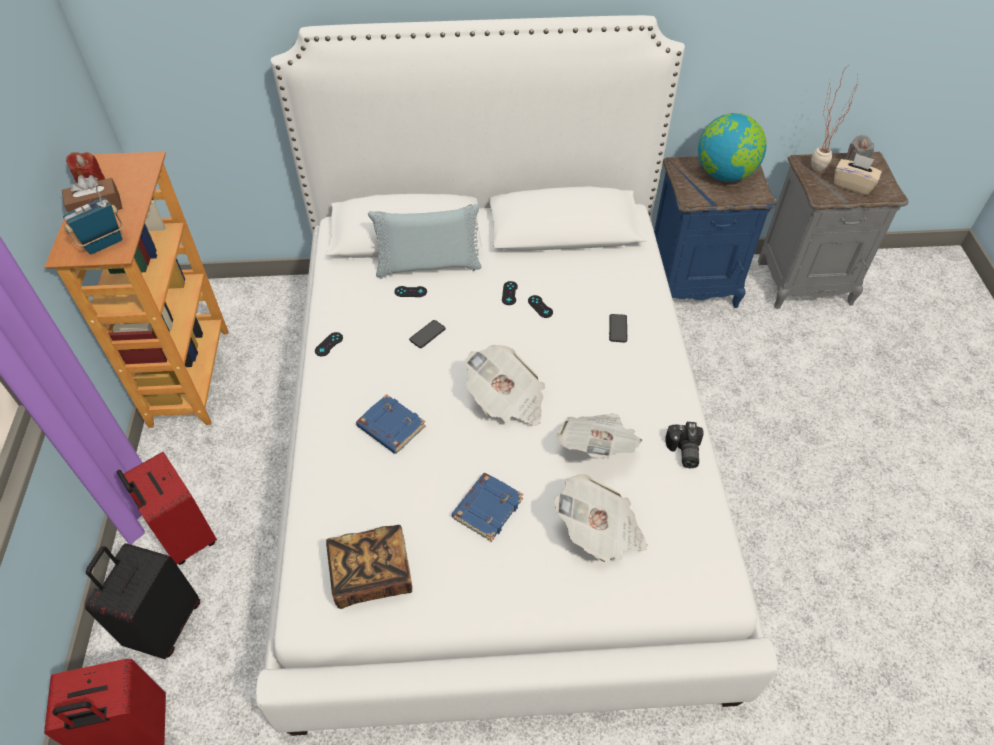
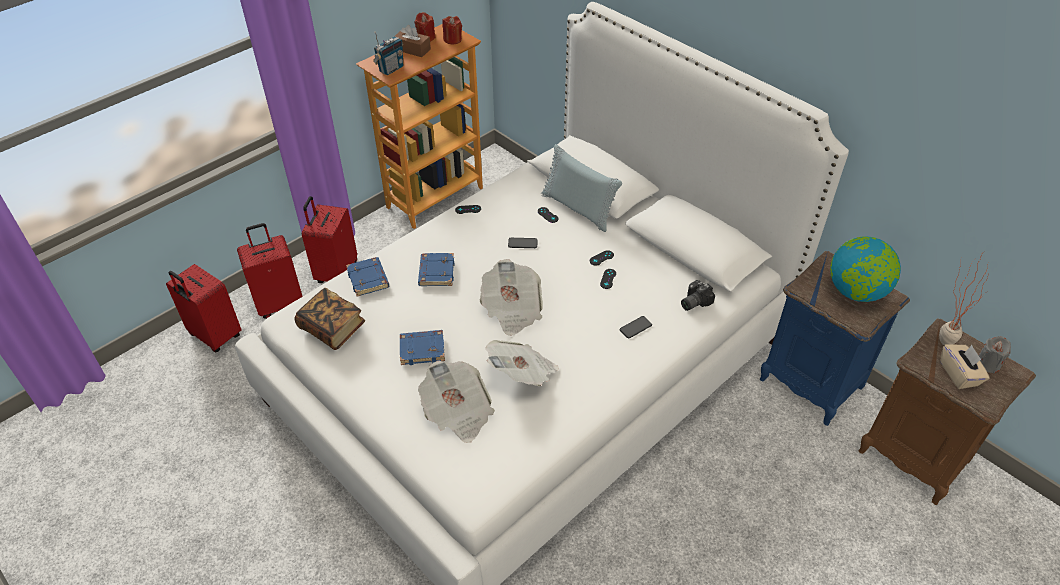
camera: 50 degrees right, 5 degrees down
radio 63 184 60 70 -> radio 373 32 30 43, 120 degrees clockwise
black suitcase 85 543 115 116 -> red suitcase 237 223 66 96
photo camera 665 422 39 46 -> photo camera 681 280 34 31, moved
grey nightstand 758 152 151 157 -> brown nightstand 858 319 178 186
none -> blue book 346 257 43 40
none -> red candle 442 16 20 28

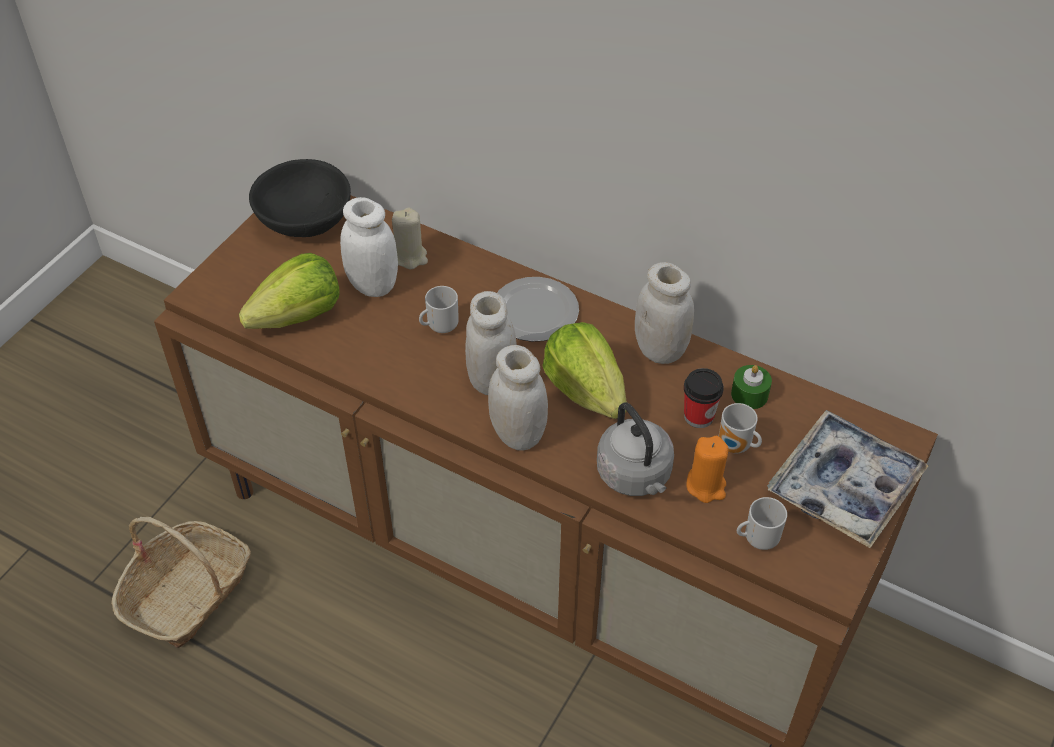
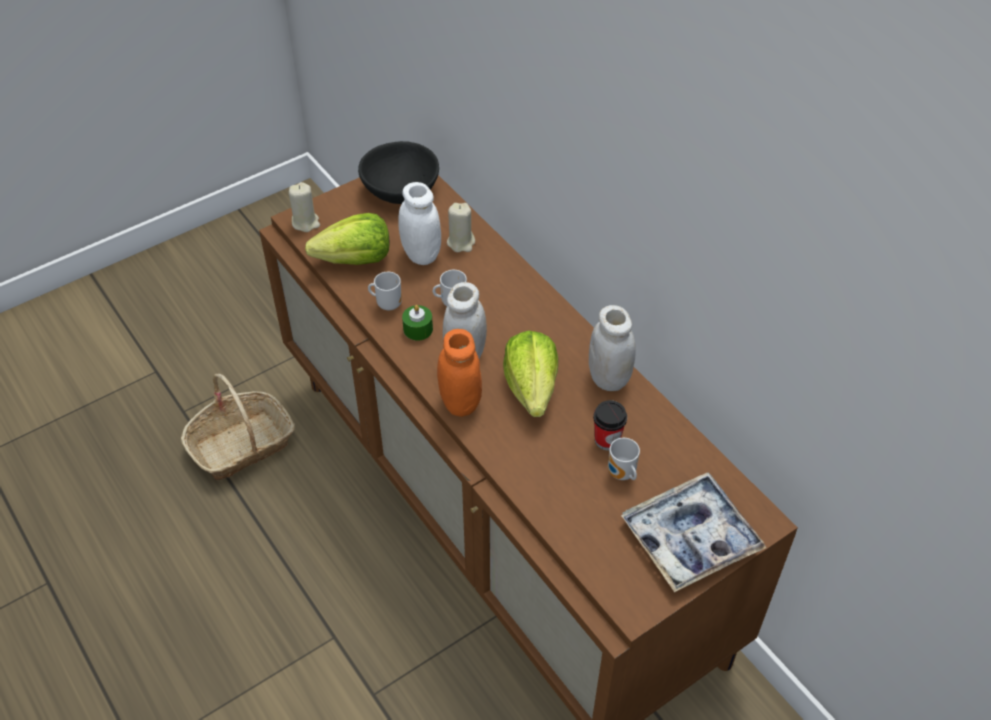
camera: 25 degrees right, 0 degrees up
white jar 488 345 60 106 -> orange jar 437 329 45 88
plate 497 277 82 65 -> none
grey kettle 597 402 77 94 -> none
orange candle 686 436 43 67 -> none
green candle 731 365 41 44 -> green candle 402 305 31 36, moved
mug 737 497 50 53 -> mug 368 272 34 38, moved
none -> beige candle 289 182 31 50

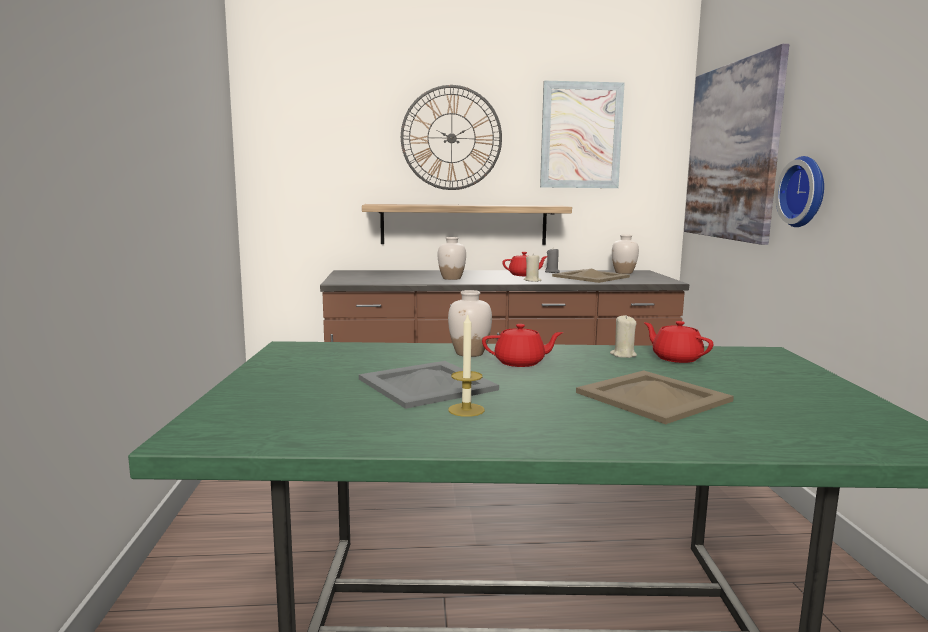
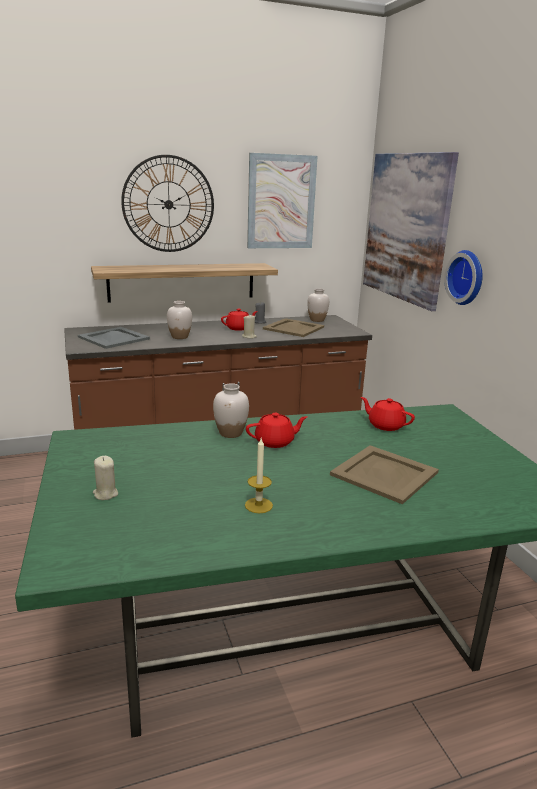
camera: 15 degrees left, 10 degrees up
grey tray 359 361 140 48 -> grey tray 78 327 72 22, moved
beige candle 610 315 27 43 -> beige candle 93 456 25 44, moved

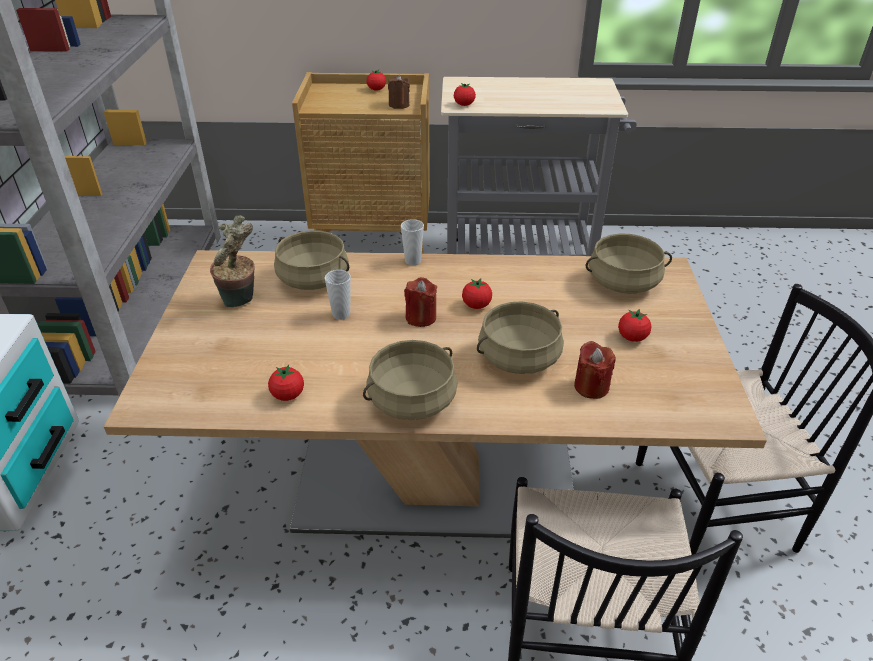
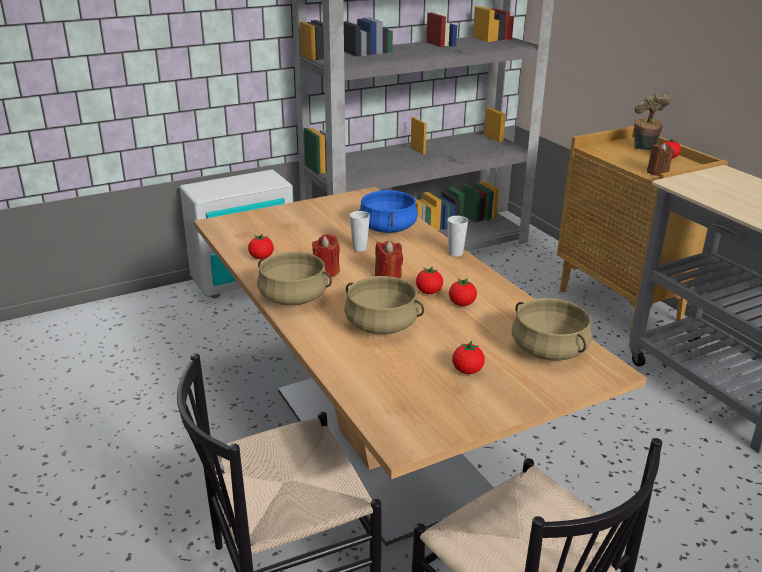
camera: 60 degrees right, 10 degrees down
potted plant 210 215 45 92 -> potted plant 634 93 38 57, moved
beige cooking pot 274 230 75 60 -> blue cooking pot 359 190 59 43
tomato 454 83 22 23 -> tomato 449 278 28 28, moved
red candle 574 341 42 58 -> red candle 312 234 28 43, moved

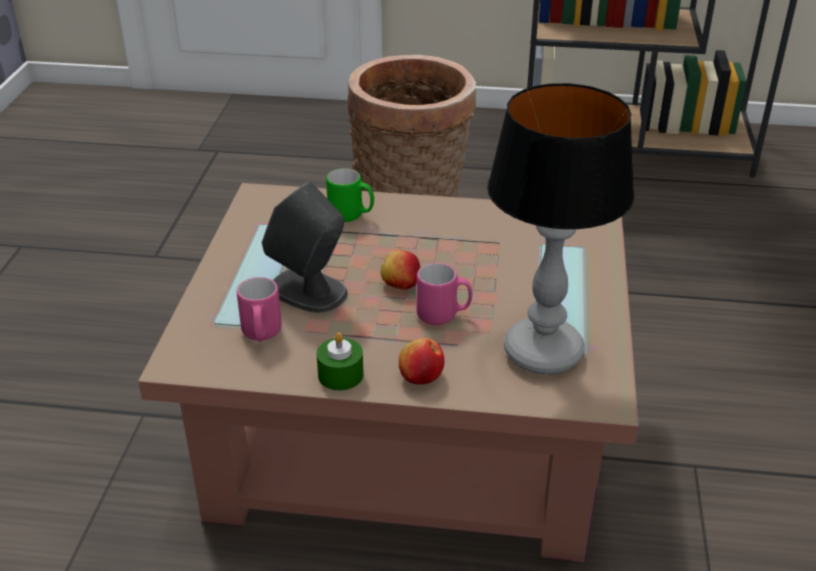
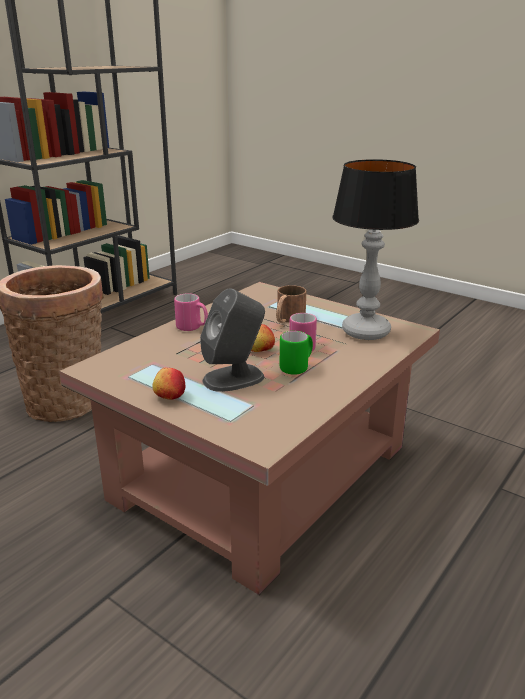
camera: 60 degrees left, 10 degrees down
pink mug 237 277 45 64 -> pink mug 174 293 34 38, moved
green candle 316 332 47 59 -> none
green mug 326 168 48 54 -> green mug 280 331 33 44, moved
apple 399 338 45 47 -> apple 152 368 33 32, moved
none -> brown mug 276 285 30 38

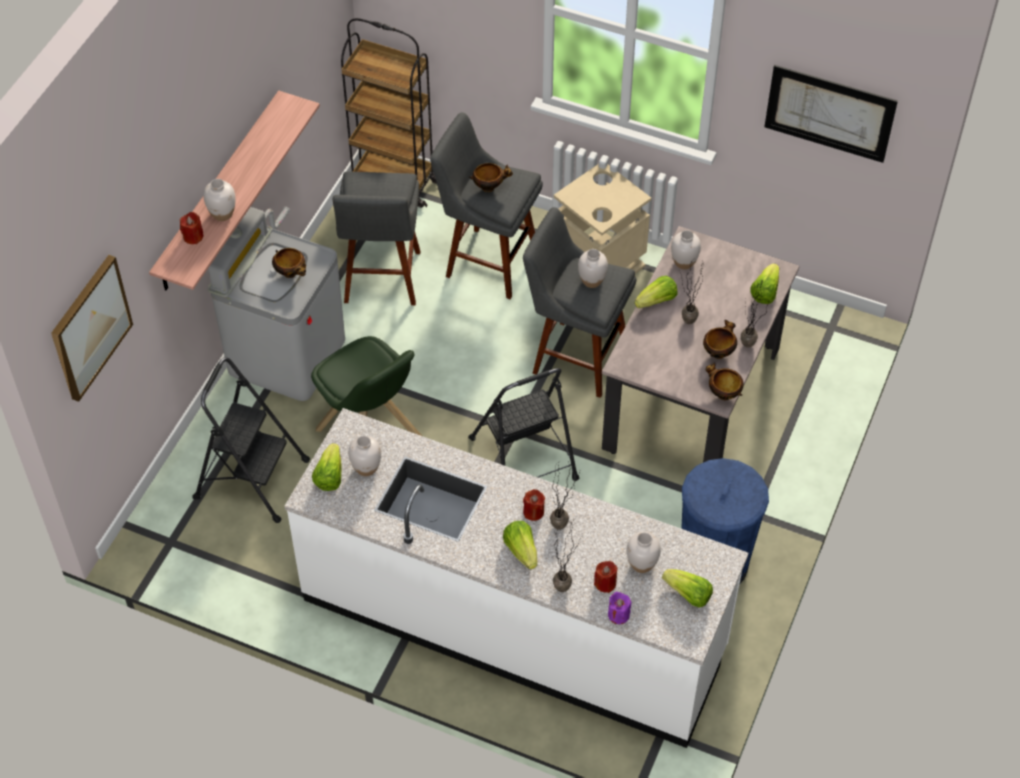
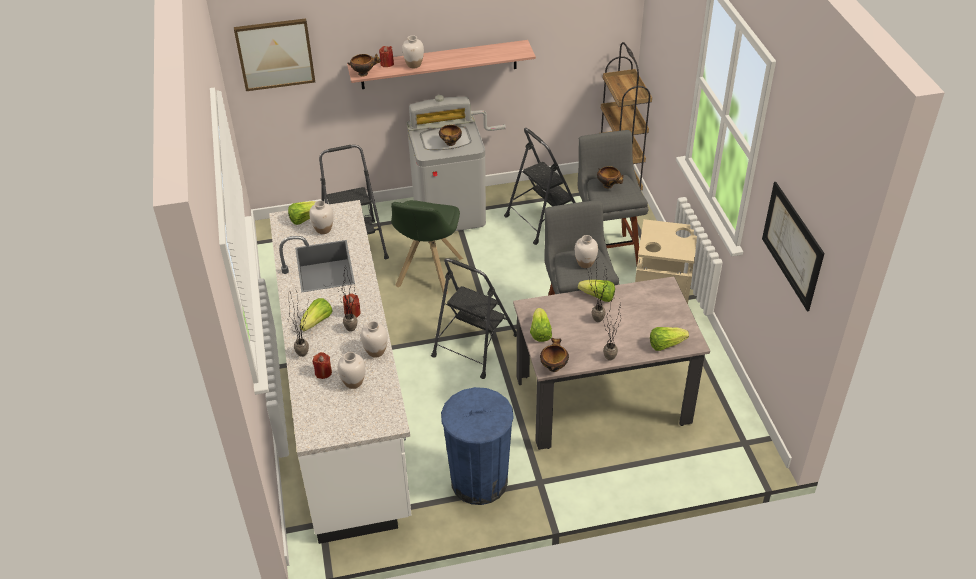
camera: 55 degrees right, 10 degrees down
grey stool 333 172 87 133 -> black step ladder 504 128 72 117
purple candle 608 592 23 32 -> none
lettuce 662 569 51 38 -> lettuce 530 308 22 34, moved
white vase 671 230 30 39 -> white vase 361 321 27 37, moved
bowl 703 320 34 39 -> bowl 348 53 33 24, moved

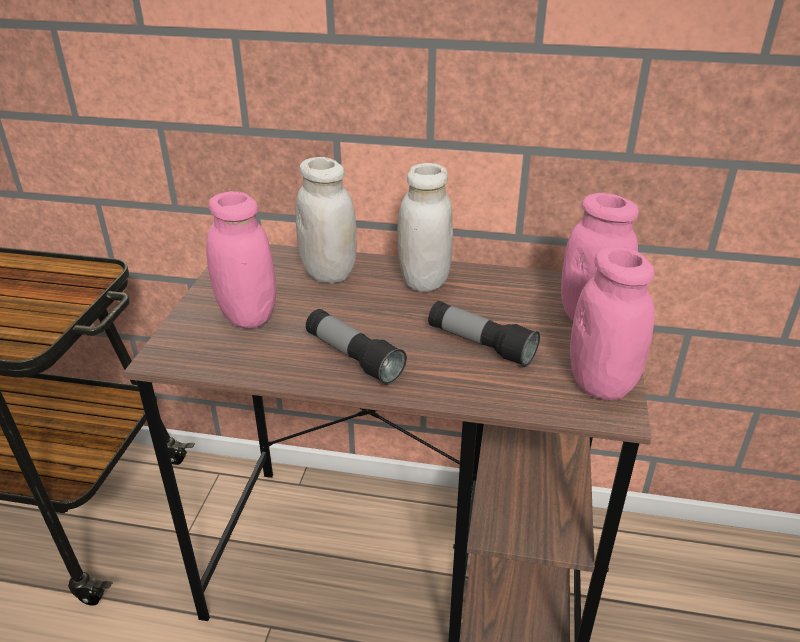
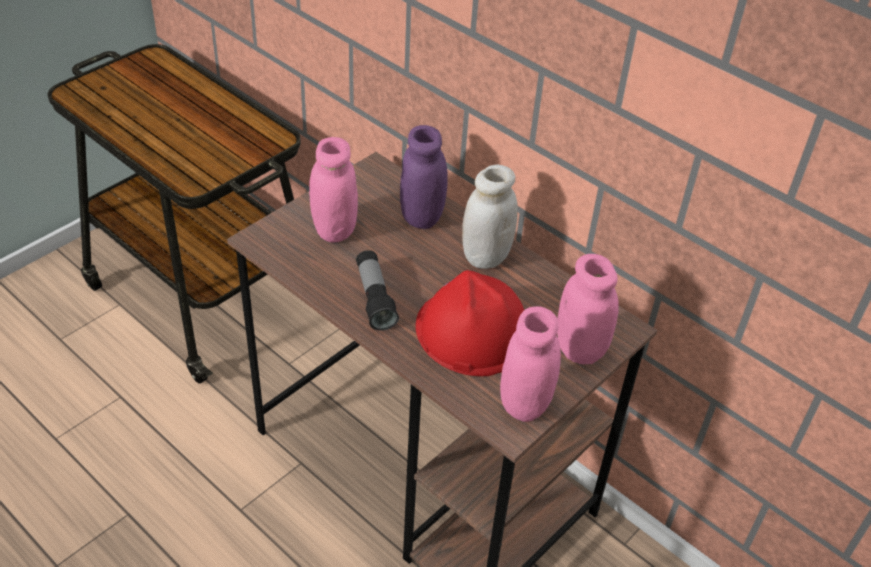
camera: 30 degrees right, 10 degrees up
white jar 295 157 62 126 -> purple jar 400 125 48 104
flashlight 428 301 112 66 -> red hard hat 416 270 108 106

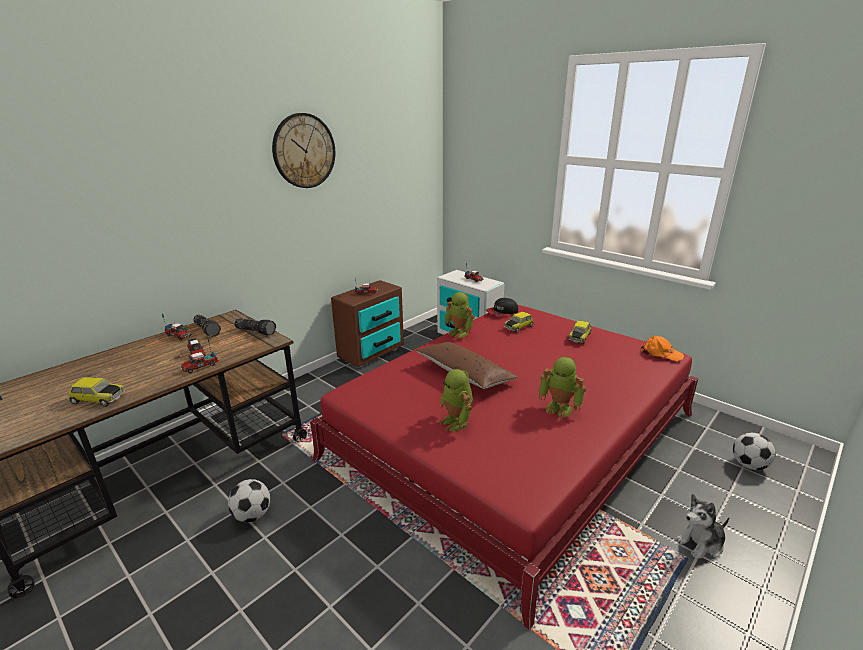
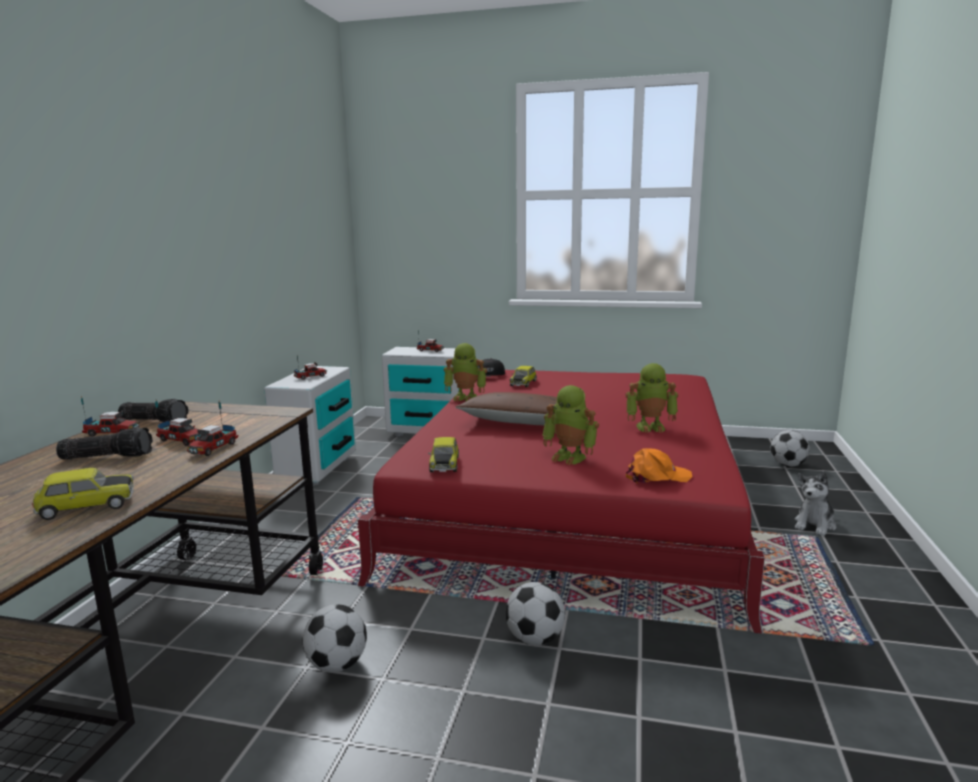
camera: 30 degrees left, 10 degrees down
flashlight 234 318 42 17 -> flashlight 56 427 97 33, moved
wall clock 272 113 63 75 -> none
brown nightstand 331 280 73 88 -> white nightstand 264 366 92 120
toy car 568 321 23 23 -> toy car 428 437 31 35, moved
orange cap 640 336 44 25 -> orange cap 626 448 67 36, moved
none -> football 506 582 59 64

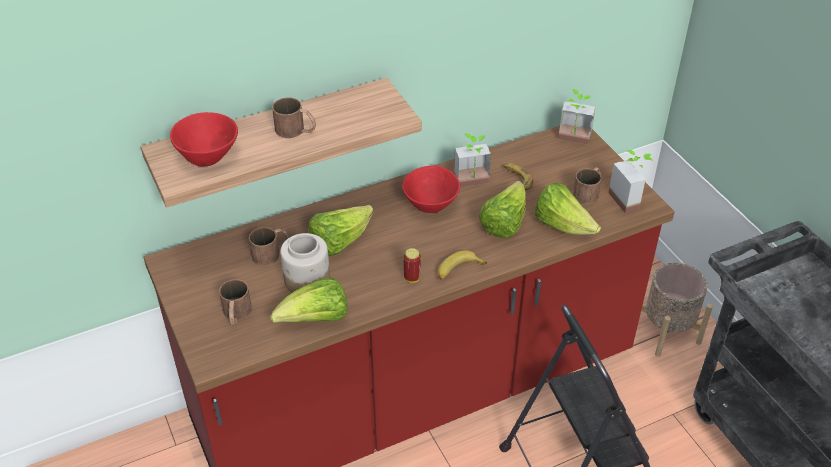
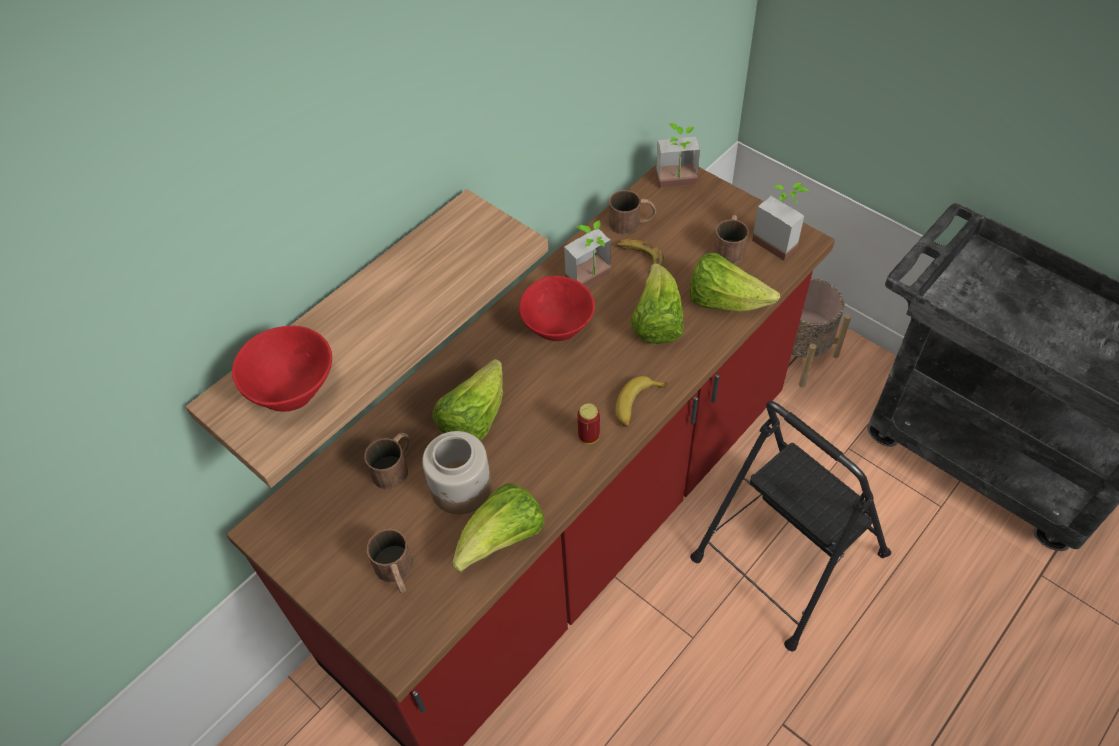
camera: 20 degrees left, 10 degrees up
brown mug 272 97 44 41 -> brown mug 609 190 47 45, moved

